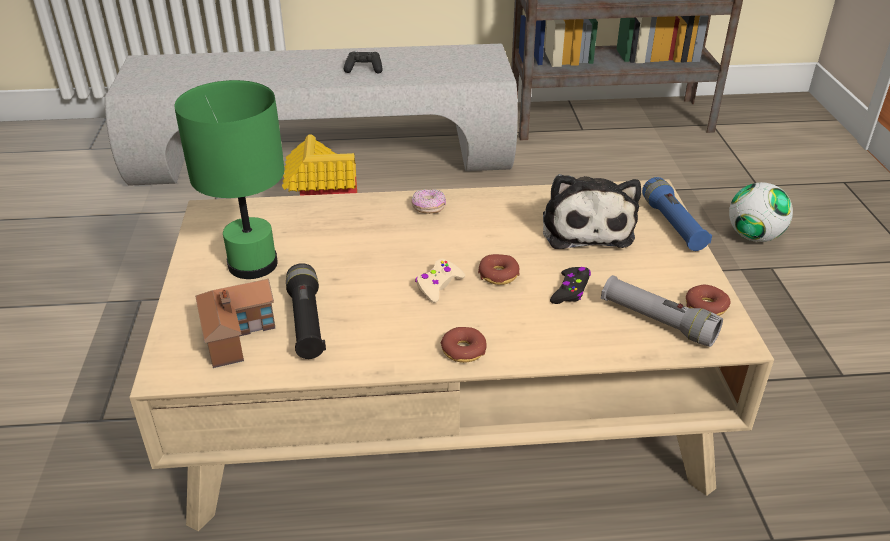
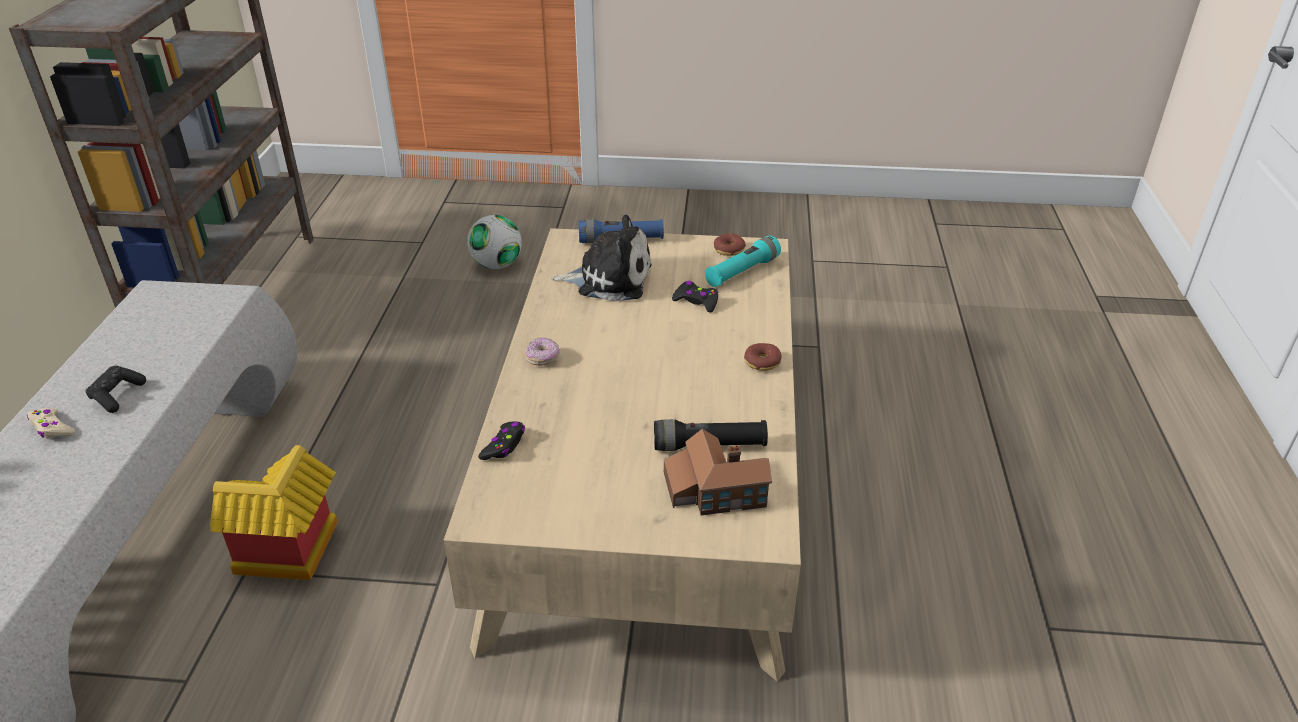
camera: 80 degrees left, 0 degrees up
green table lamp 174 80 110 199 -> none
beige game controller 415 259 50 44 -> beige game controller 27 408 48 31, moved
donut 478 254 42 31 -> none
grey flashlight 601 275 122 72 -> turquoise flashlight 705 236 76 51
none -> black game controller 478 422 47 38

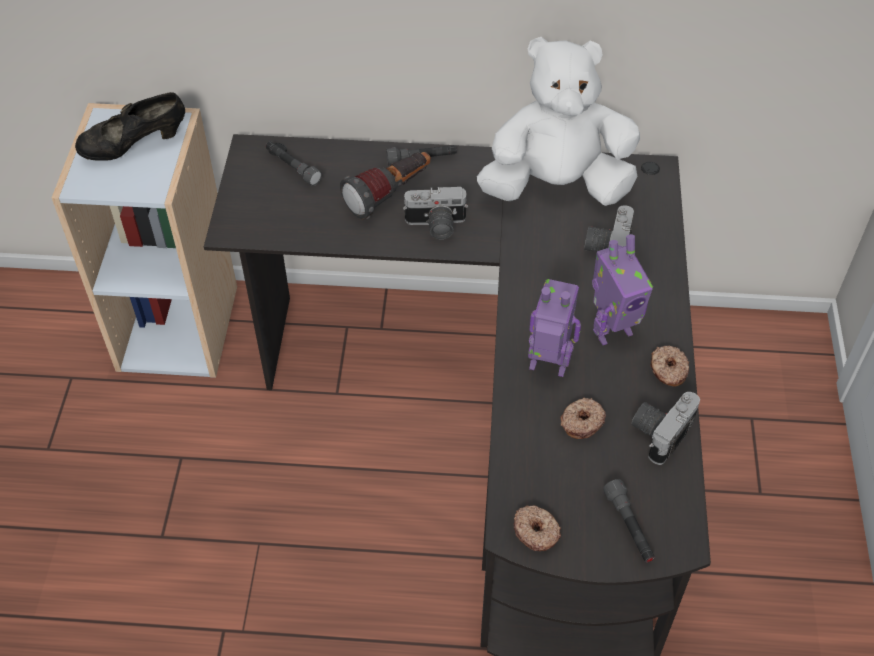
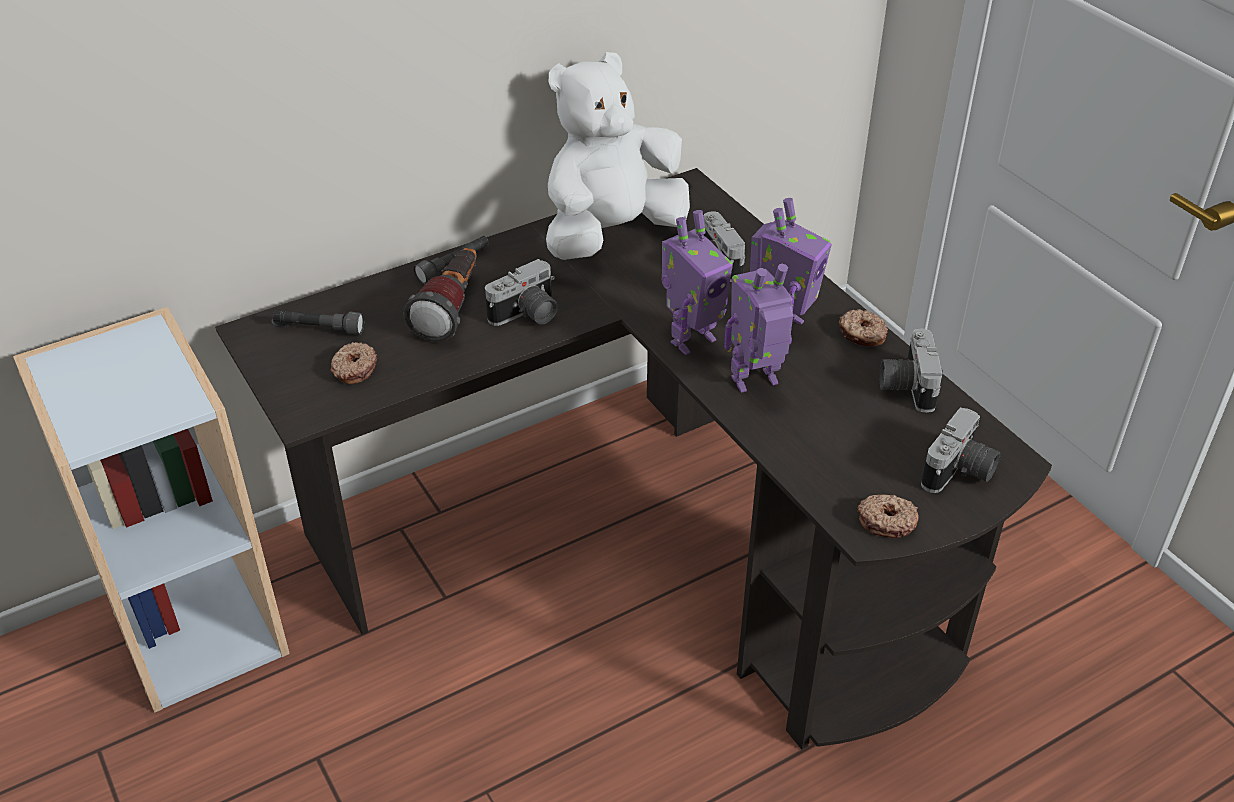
camera: 35 degrees left, 10 degrees down
black shoe 75 92 110 69 -> none
donut 560 398 46 41 -> donut 331 342 46 42, moved
grey flashlight 603 479 52 84 -> photo camera 921 407 80 86
none -> toy robot 662 210 71 145

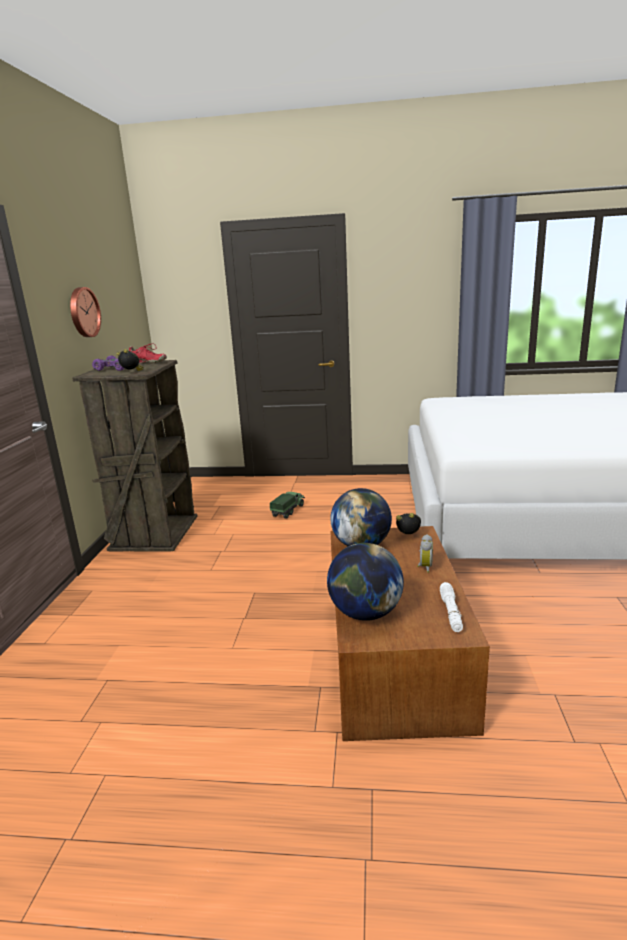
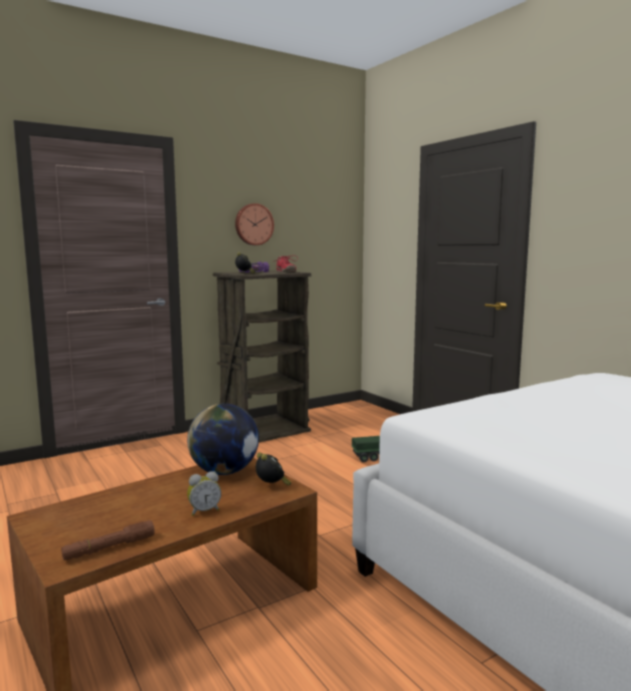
camera: 50 degrees right, 10 degrees down
globe 327 543 77 78 -> none
white flashlight 440 582 23 50 -> brown flashlight 61 520 94 40

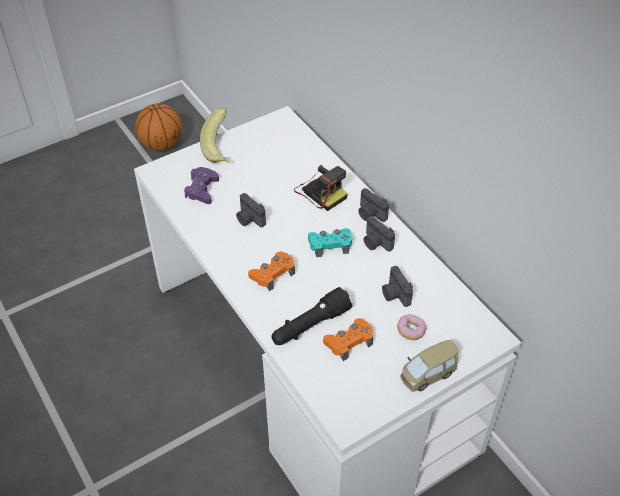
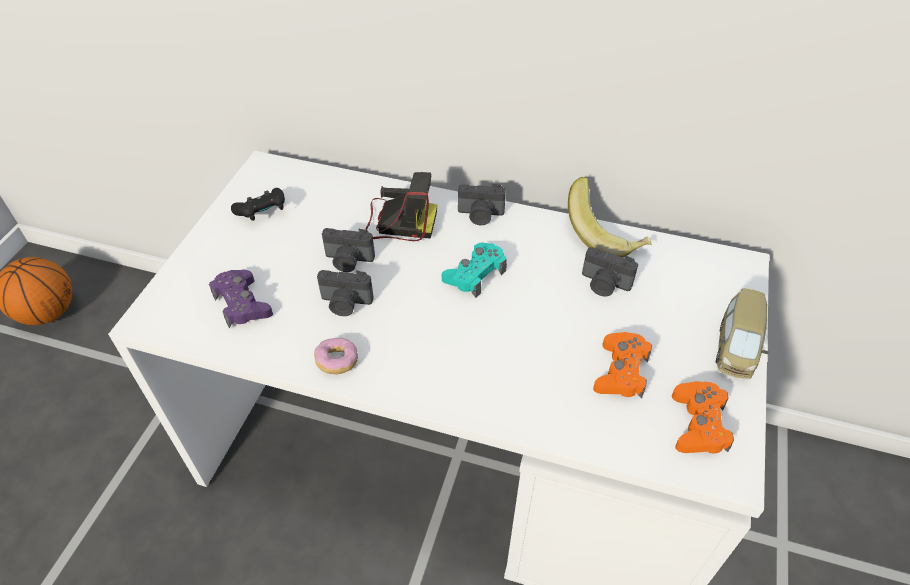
camera: 40 degrees left, 0 degrees up
banana 200 108 31 55 -> banana 568 177 83 81, moved
orange game controller 248 251 47 40 -> orange game controller 672 381 62 73, moved
black flashlight 271 287 81 58 -> none
photo camera 364 216 31 36 -> photo camera 322 228 53 44, moved
donut 397 314 29 26 -> donut 314 338 44 36, moved
none -> black game controller 231 188 54 33

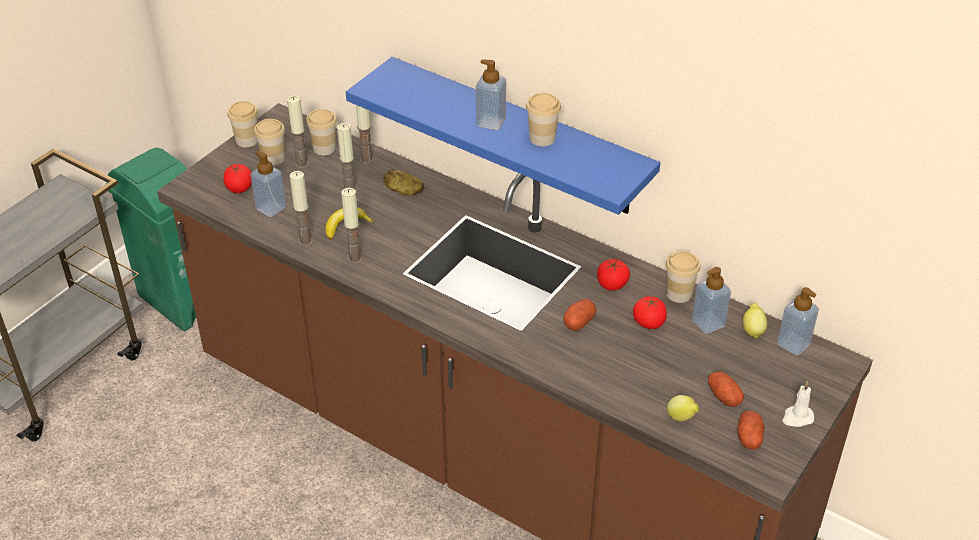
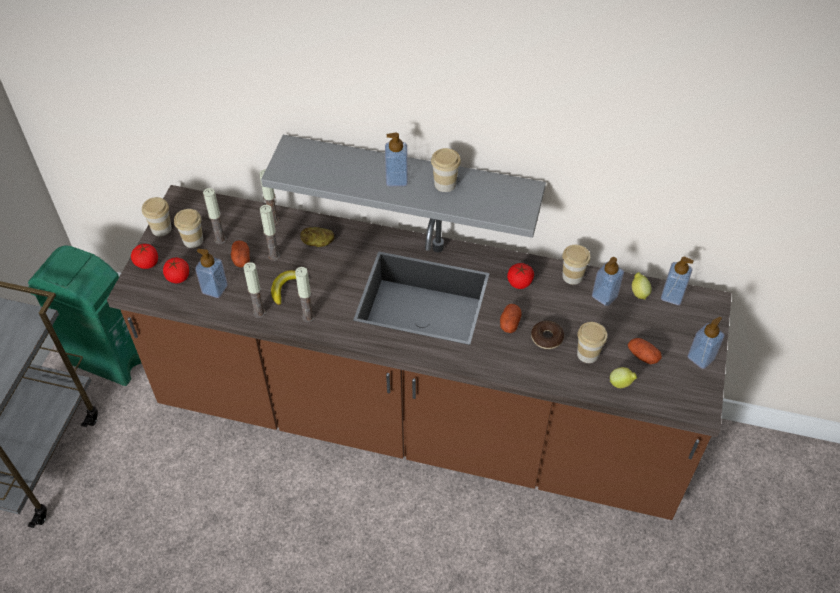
camera: 20 degrees left, 10 degrees up
cup 306 109 31 46 -> cup 577 322 30 41, moved
blue shelf 346 57 314 158 -> grey shelf 261 135 285 103
tomato 633 296 34 33 -> tomato 131 244 27 25, moved
potato 737 411 28 39 -> potato 231 240 19 27, moved
white candle 782 381 32 46 -> soap dispenser 687 317 38 52
none -> donut 531 321 33 28

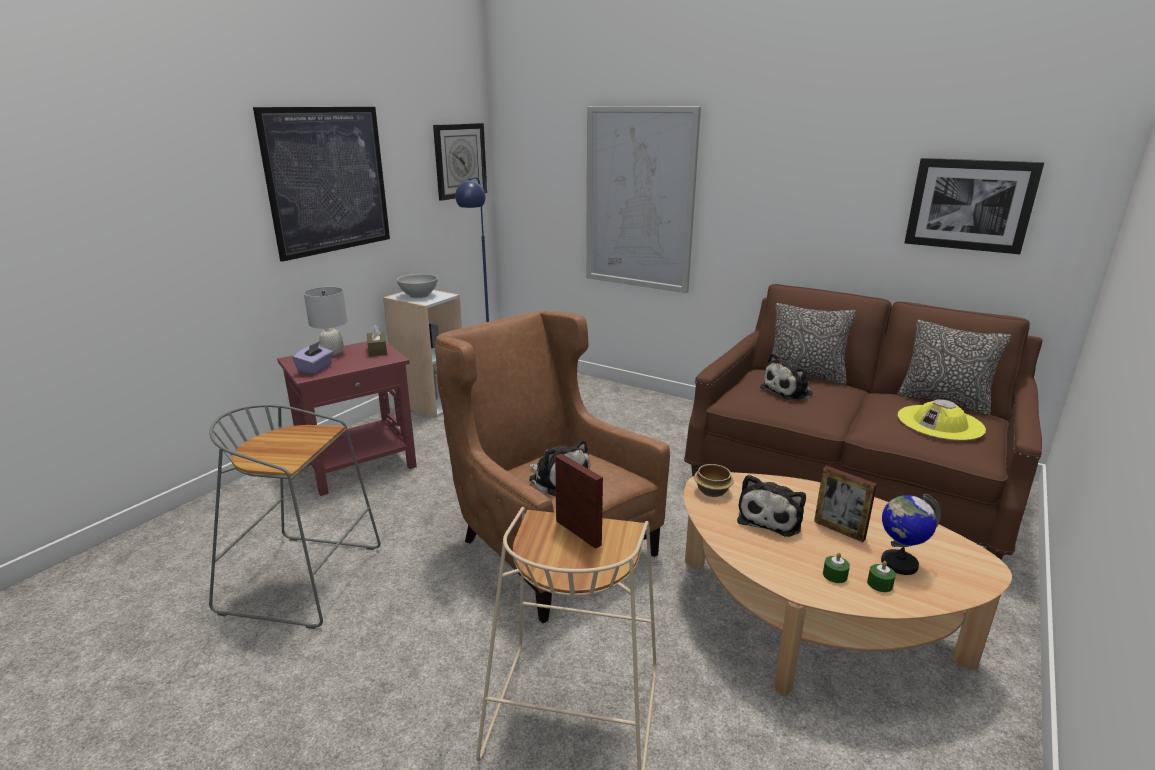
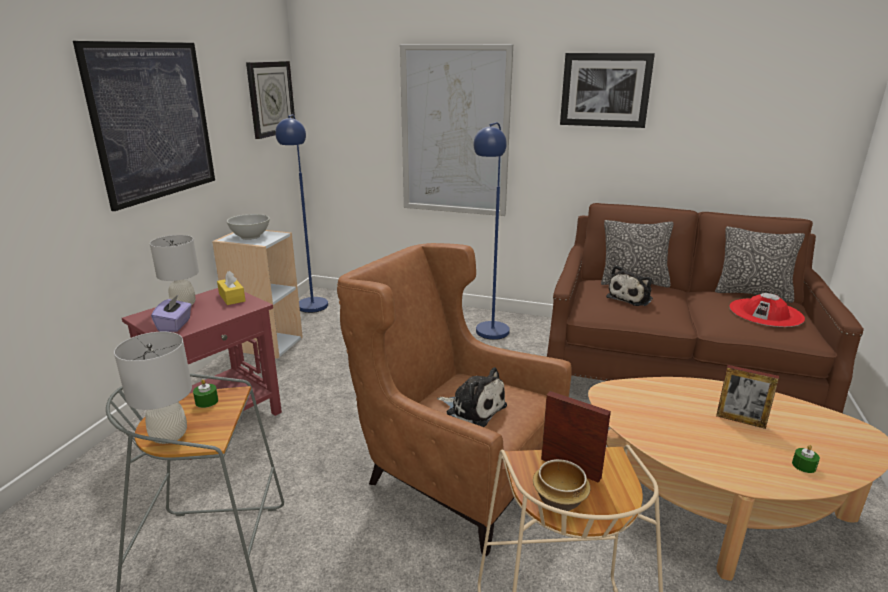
camera: 15 degrees left, 0 degrees up
brown tissue box 367 324 20 32 -> yellow tissue box 217 271 29 34
bowl 694 464 40 33 -> bowl 533 459 57 52, moved
plush toy 737 475 69 62 -> none
green candle 823 553 27 30 -> green candle 193 379 25 29, moved
globe 881 493 60 82 -> none
yellow hat 897 399 89 41 -> red hat 729 293 76 34
picture 904 158 140 96 -> picture 560 53 95 75, moved
none -> grey table lamp 114 332 78 112
none -> blue floor lamp 474 122 36 218

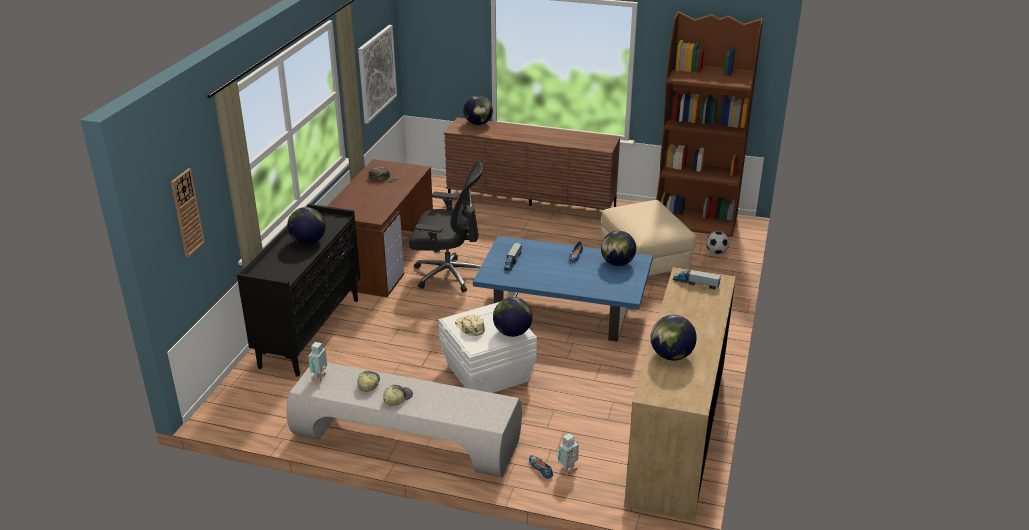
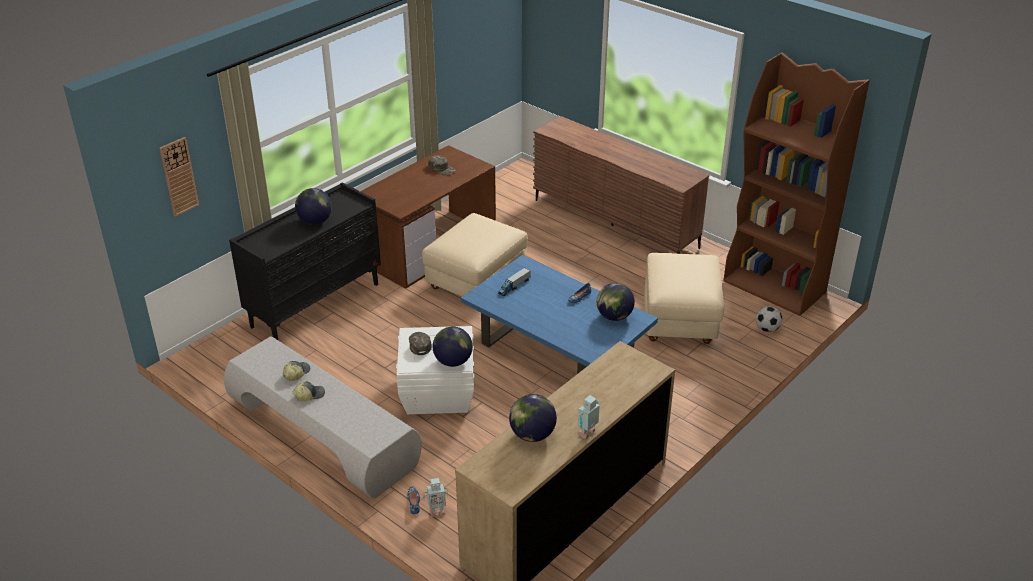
camera: 25 degrees right, 5 degrees up
toy robot 308 342 19 40 -> toy robot 578 395 22 44, moved
picture 358 25 39 99 -> none
office chair 409 162 74 130 -> beige ottoman 422 213 106 83
beige cap 455 315 30 21 -> green cap 409 332 23 23
globe 463 95 30 30 -> none
toy truck 673 270 48 19 -> none

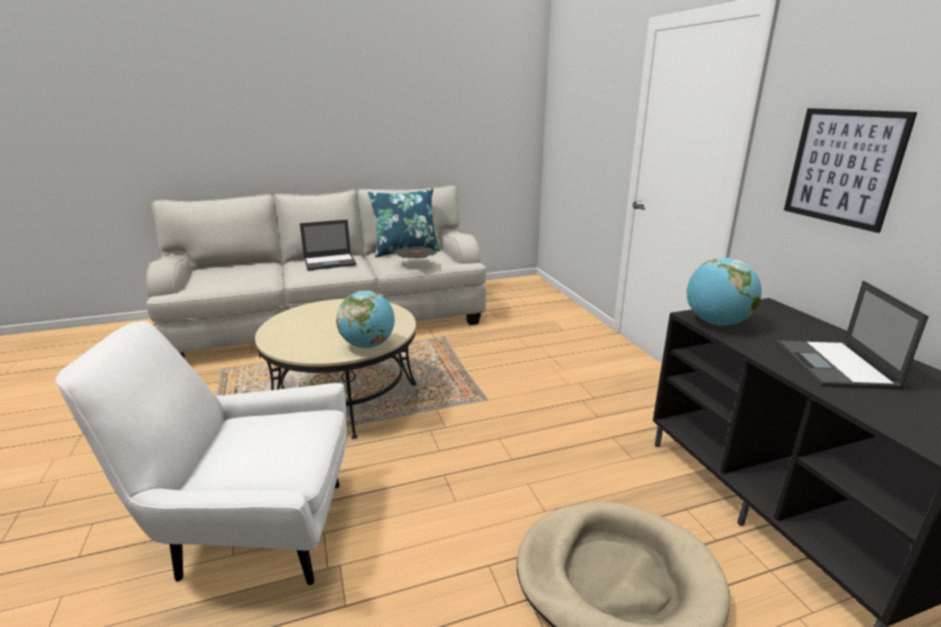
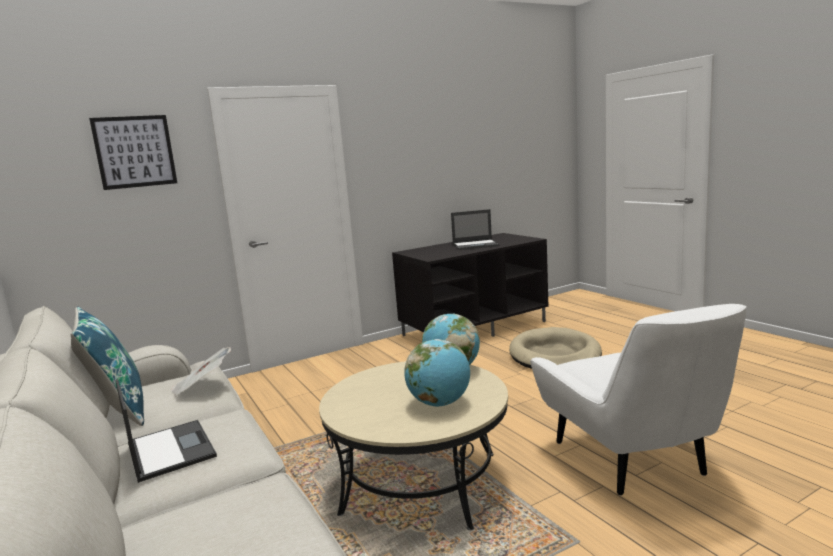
camera: 100 degrees left, 10 degrees down
globe 687 258 75 67 -> globe 404 339 66 68, moved
picture 784 108 133 125 -> picture 89 115 88 75, moved

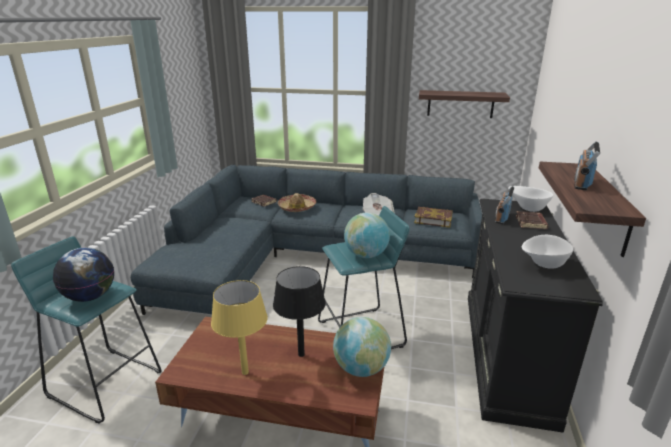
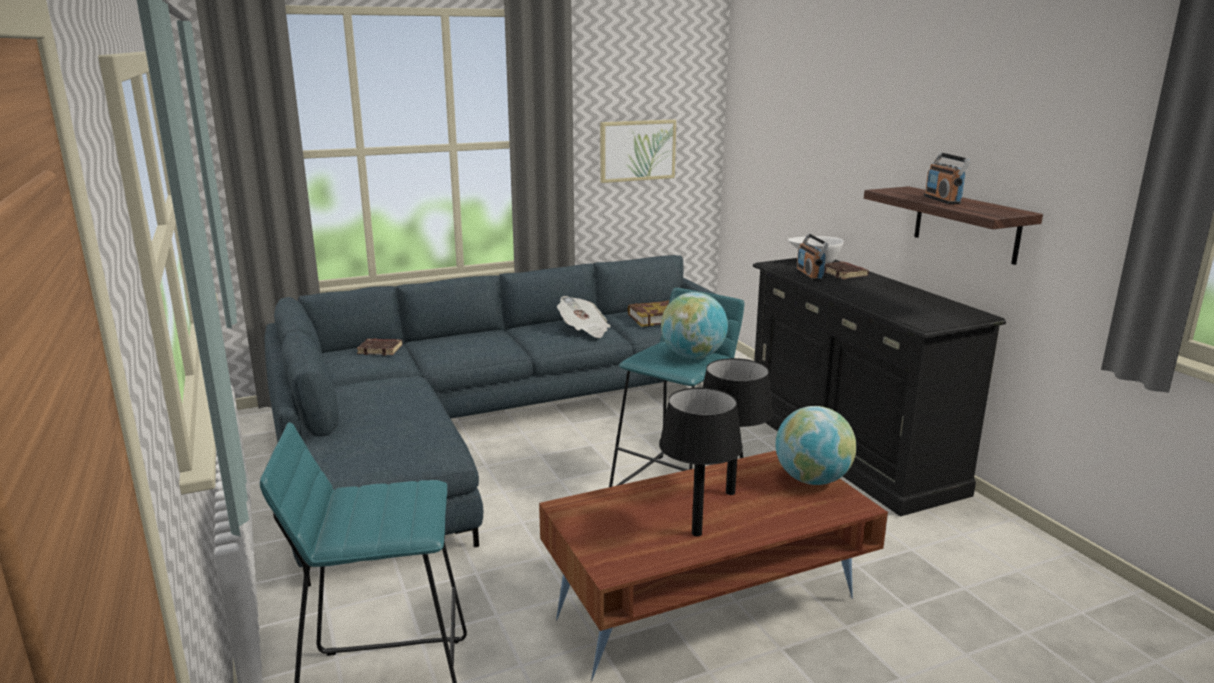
camera: 35 degrees left, 5 degrees down
globe 53 248 61 54 -> none
yellow table lamp 211 280 57 95 -> black table lamp 659 388 84 148
hat 278 193 38 19 -> none
shelf 419 90 91 28 -> picture 600 119 76 64
white bowl 522 235 51 33 -> none

